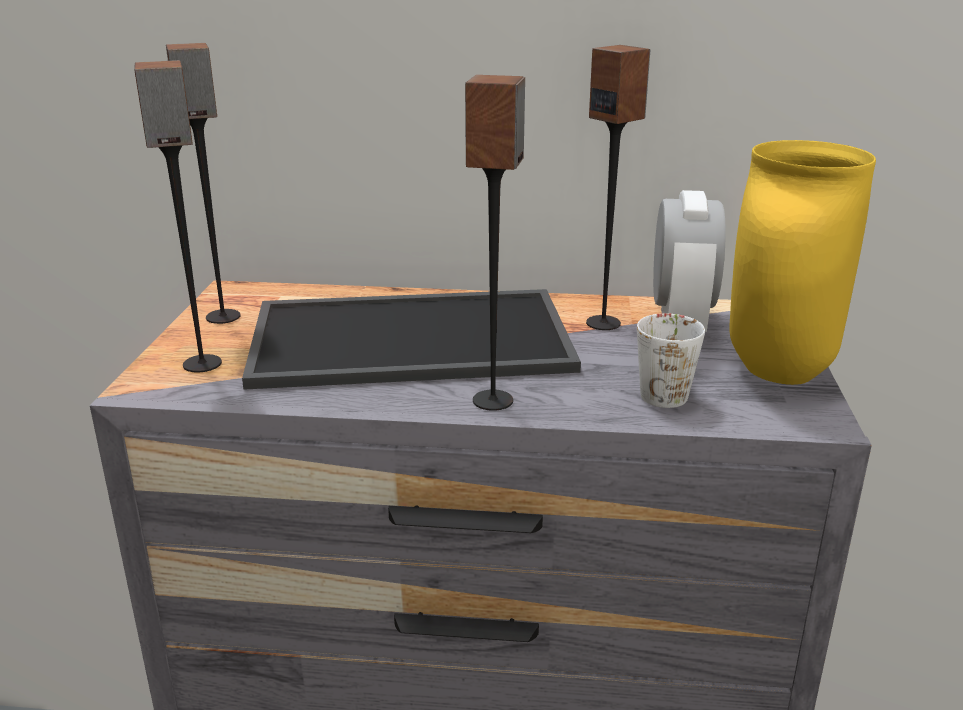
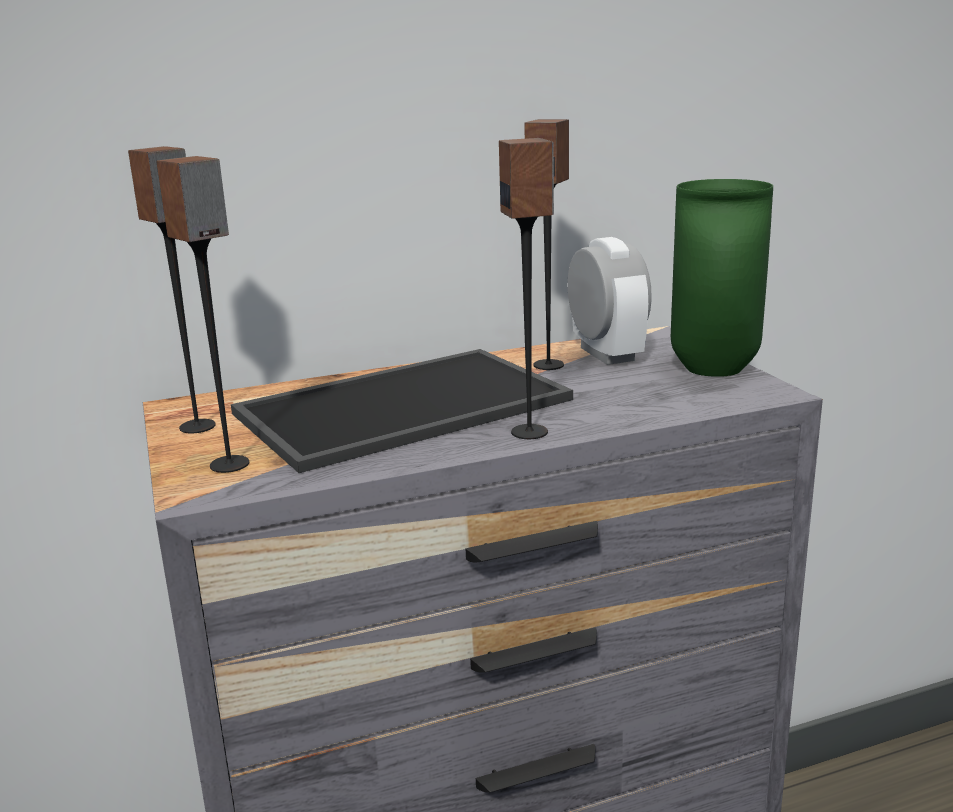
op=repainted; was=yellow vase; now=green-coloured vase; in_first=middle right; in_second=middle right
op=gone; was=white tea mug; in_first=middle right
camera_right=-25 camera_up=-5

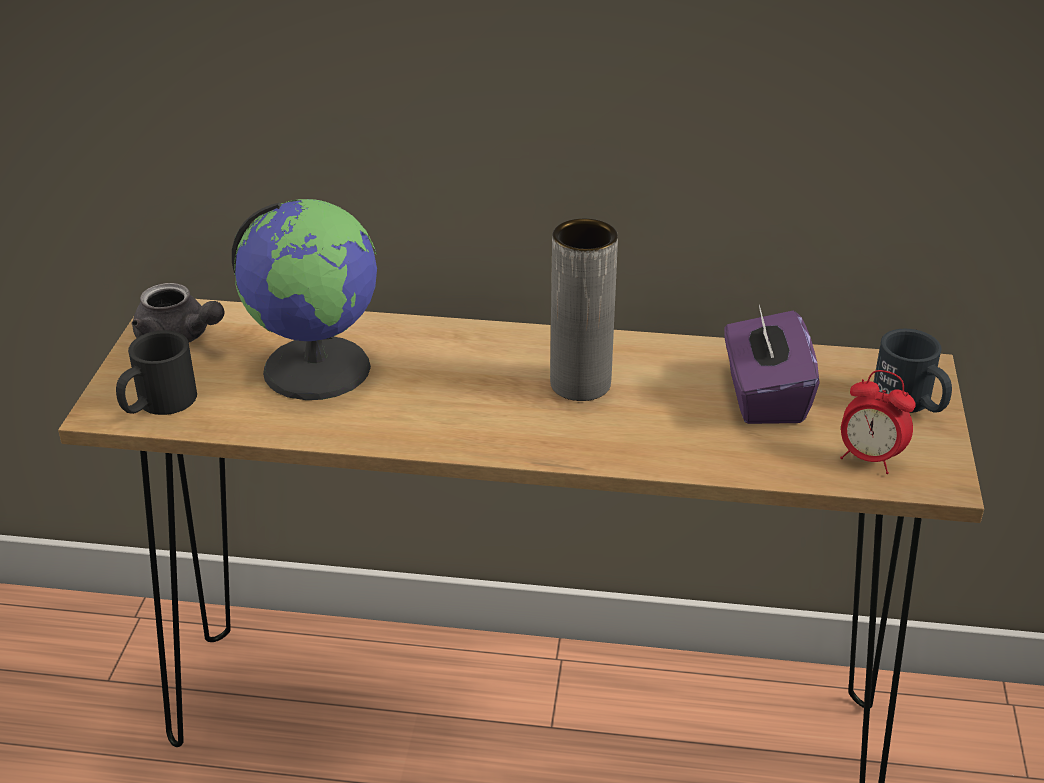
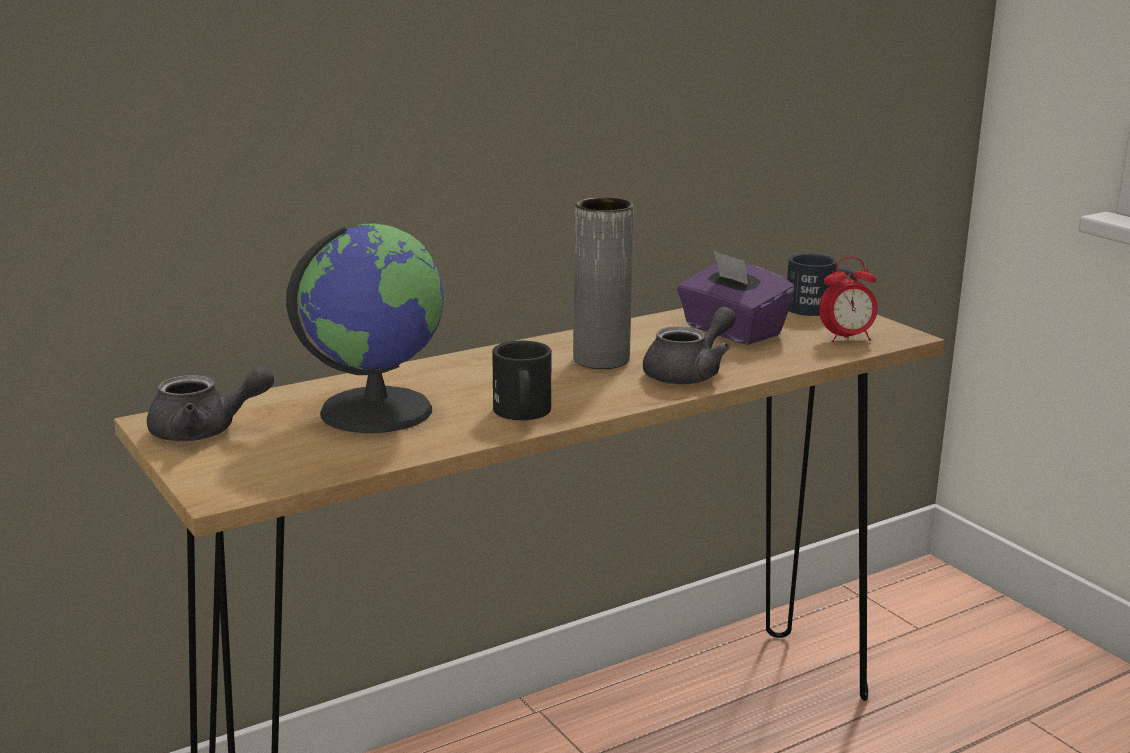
op=shifted; was=black-coloured tea mug (no. 1 from left); in_first=middle left; in_second=centre
op=new; now=gray pot for tea (no. 2 from left); in_second=centre
camera_right=-40 camera_up=-15

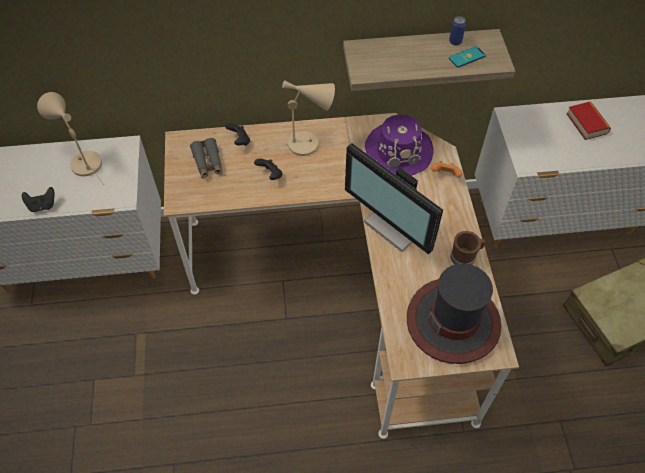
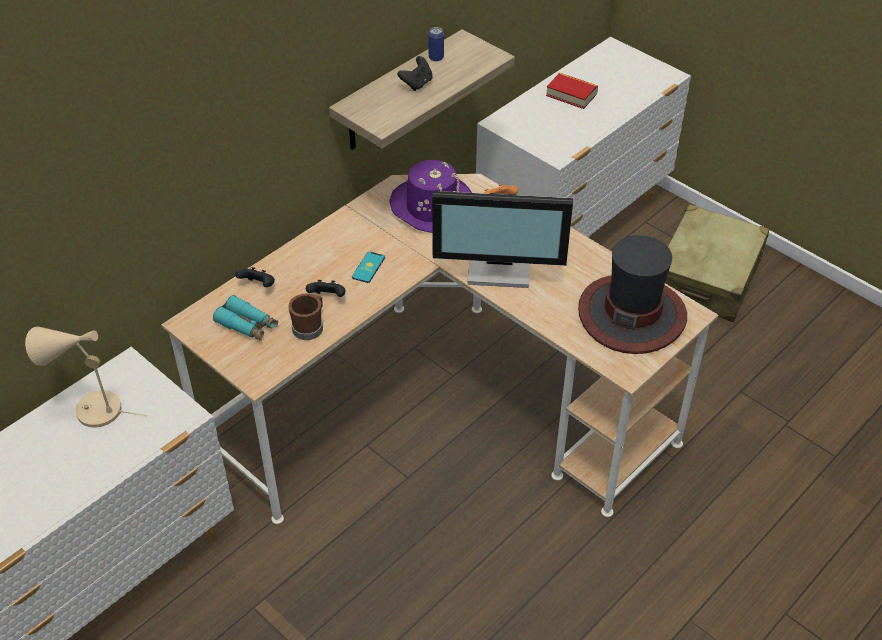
op=shifted; was=telephone; in_first=top right; in_second=centre
op=gone; was=sand-coloured table lamp (no. 2 from left); in_first=top centre
op=repainted; was=gray field glasses; now=blue-green field glasses; in_first=middle left; in_second=middle left
op=shifted; was=black-coloured joypad (no. 1 from left in the first image); now=black-coloured joypad (no. 3 from left); in_first=middle left; in_second=top centre
op=shifted; was=brown-coloured tea mug; in_first=middle right; in_second=centre
camera_right=-40 camera_up=-10

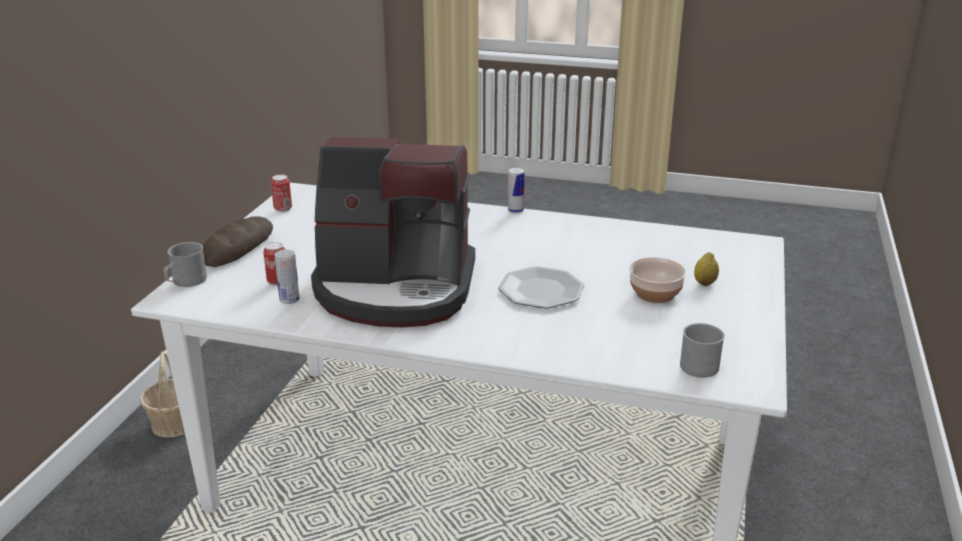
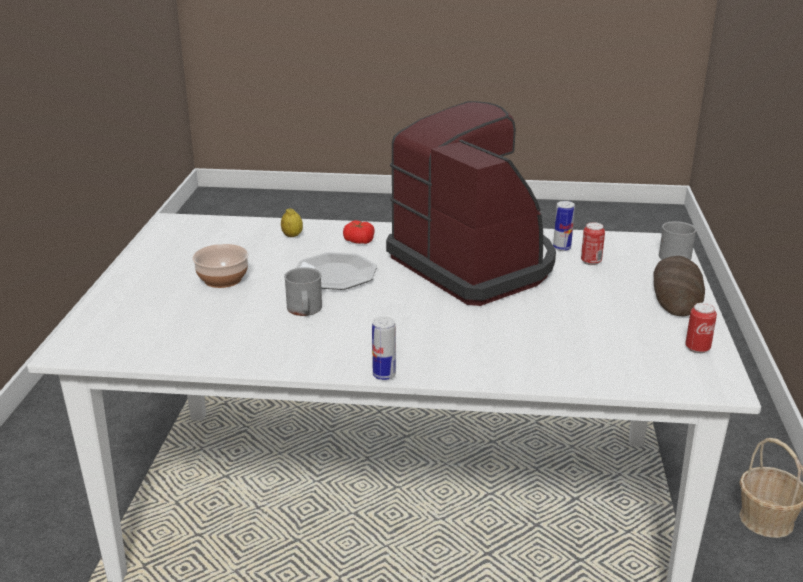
op=rotated; was=coffee machine; in_first=centre; in_second=centre; clockwise=60
op=shifted; was=whole lemon; in_first=middle right; in_second=centre
op=shifted; was=gray tea mug (no. 2 from left in the first image); now=gray tea mug (no. 1 from left); in_first=middle right; in_second=centre
op=new; now=fresh tomato; in_second=centre
camera_right=170 camera_up=0

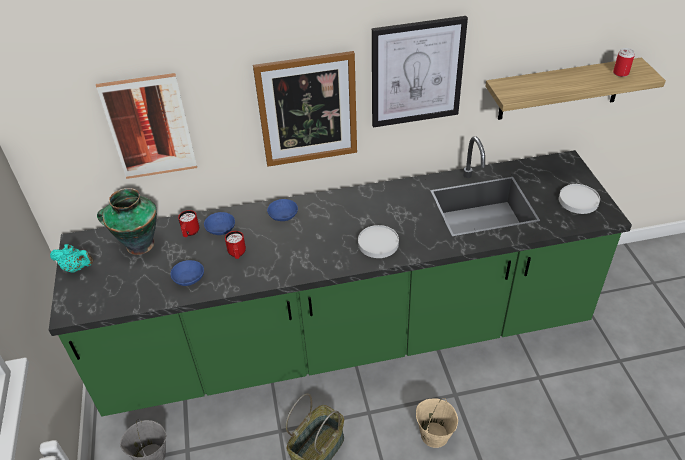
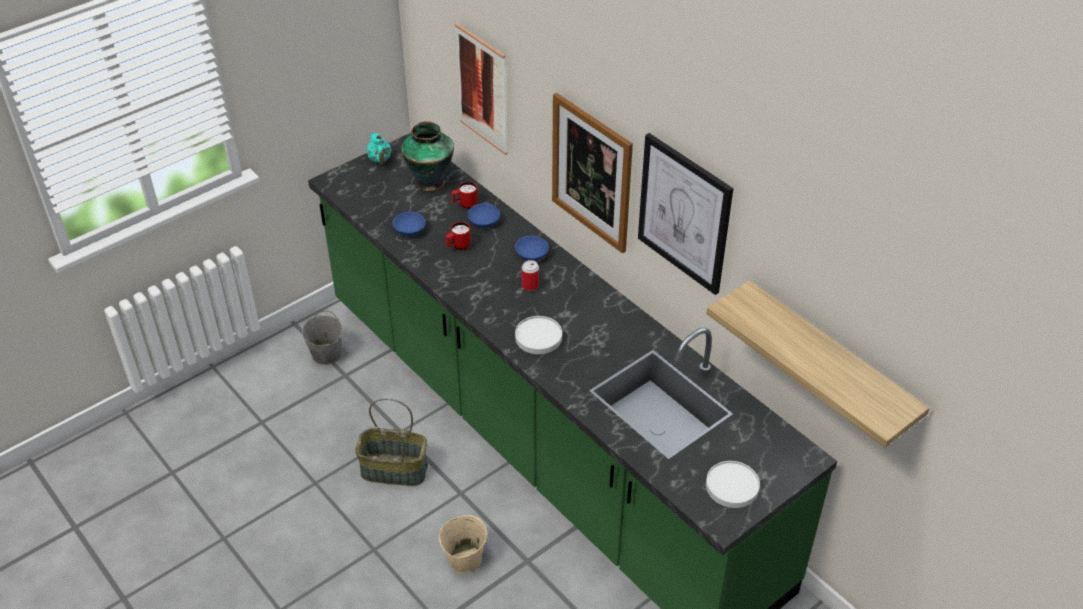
op=shifted; was=sealed can; in_first=top right; in_second=centre
camera_right=60 camera_up=0

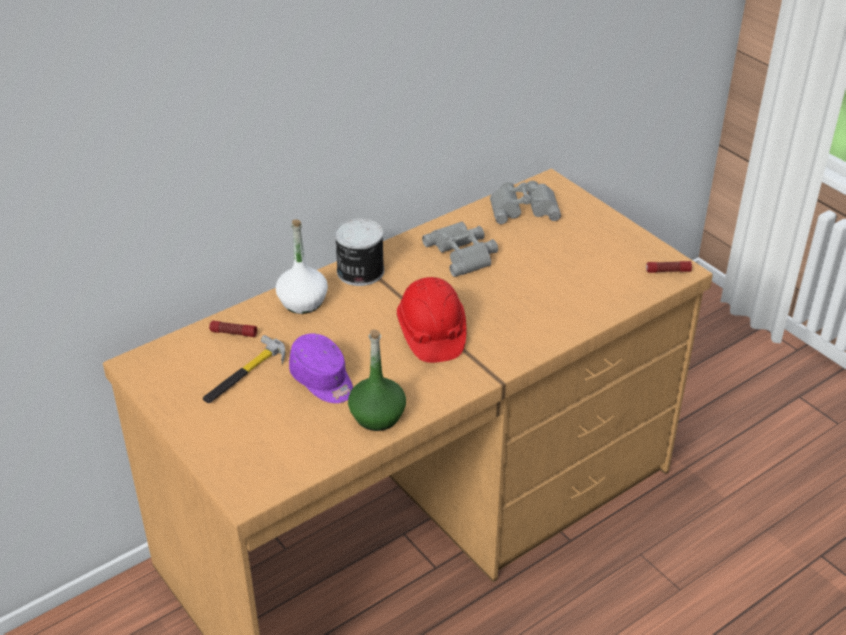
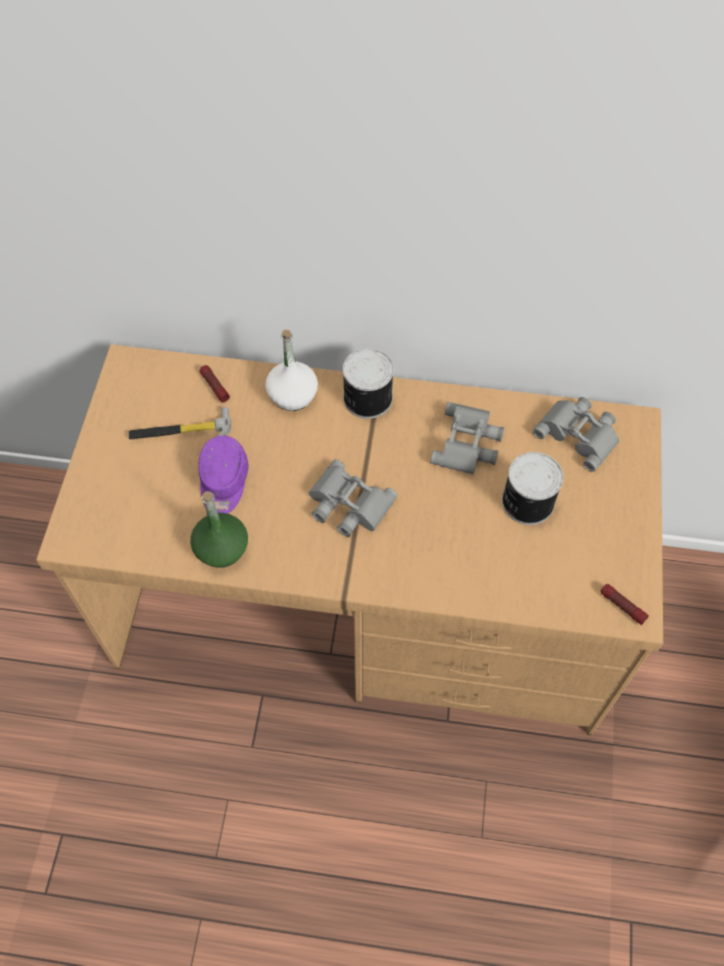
op=swapped; was=reddish hard hat; now=gray field glasses (no. 1 from left); in_first=centre; in_second=centre
op=new; now=sealed can (no. 2 from left); in_second=middle right
camera_right=45 camera_up=20

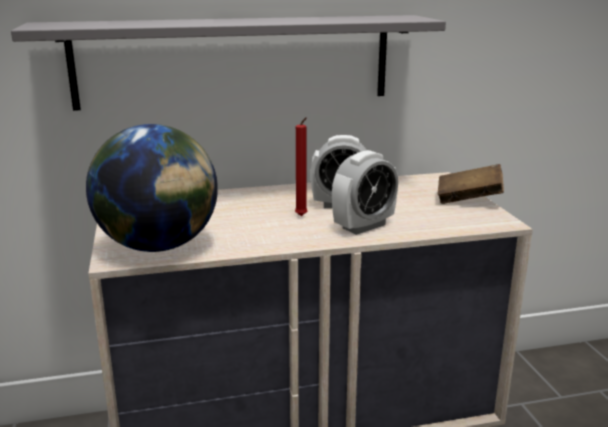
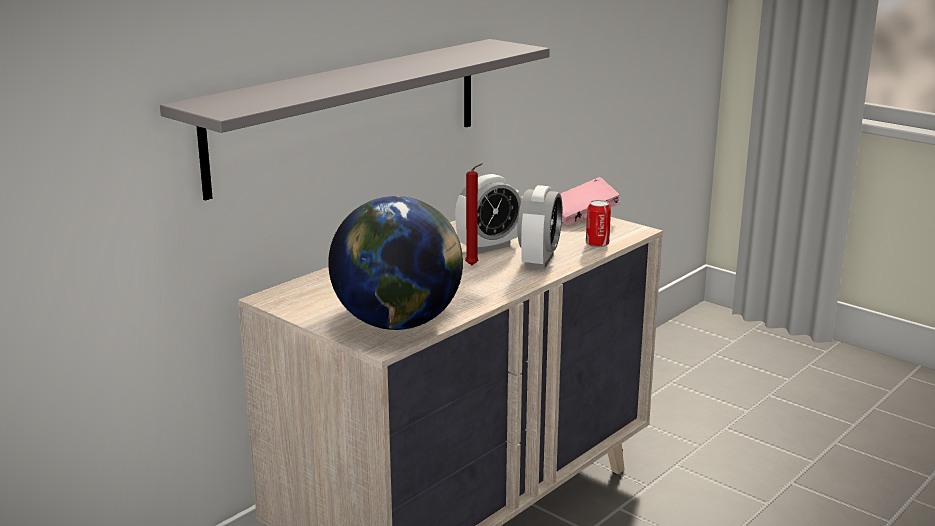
op=repainted; was=brown-coloured volume; now=pink volume; in_first=middle right; in_second=centre
op=new; now=sealed can; in_second=centre
camera_right=-35 camera_up=0

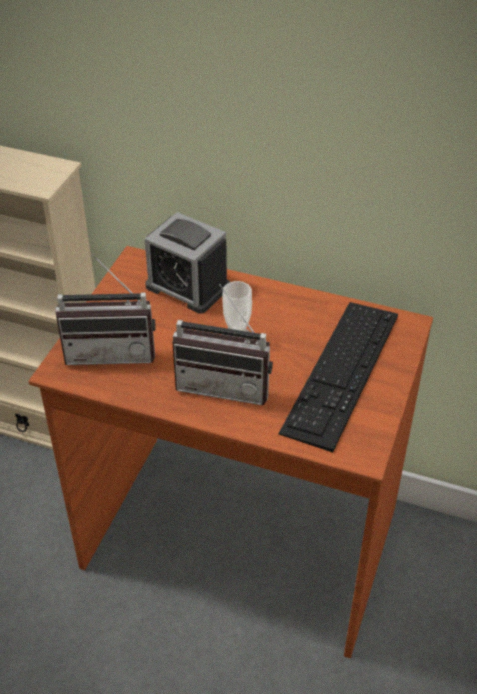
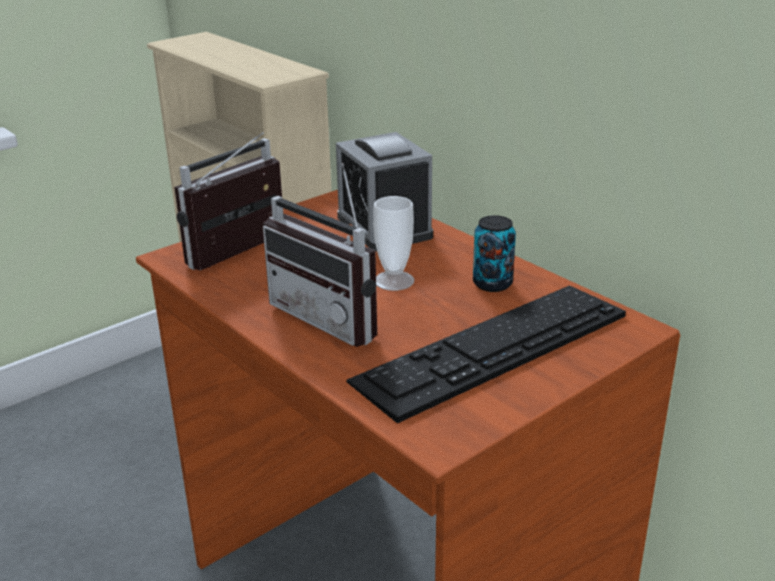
op=rotated; was=radio (no. 1 from left); in_first=middle left; in_second=middle left; clockwise=105
op=new; now=sealed can; in_second=centre
camera_right=30 camera_up=-15

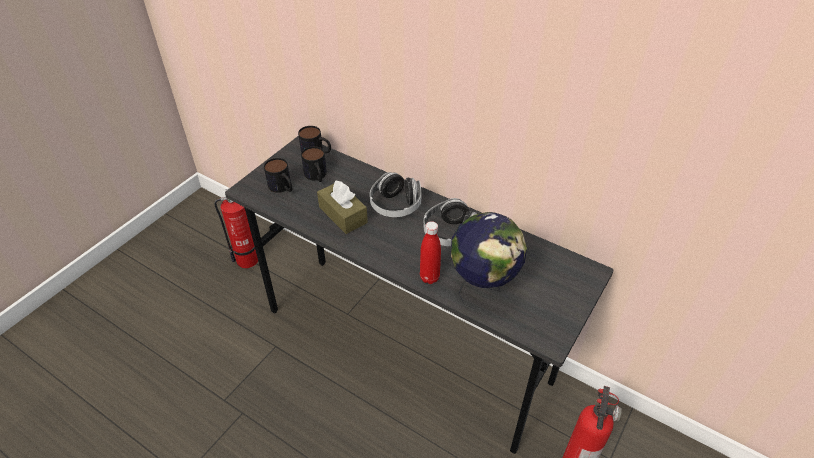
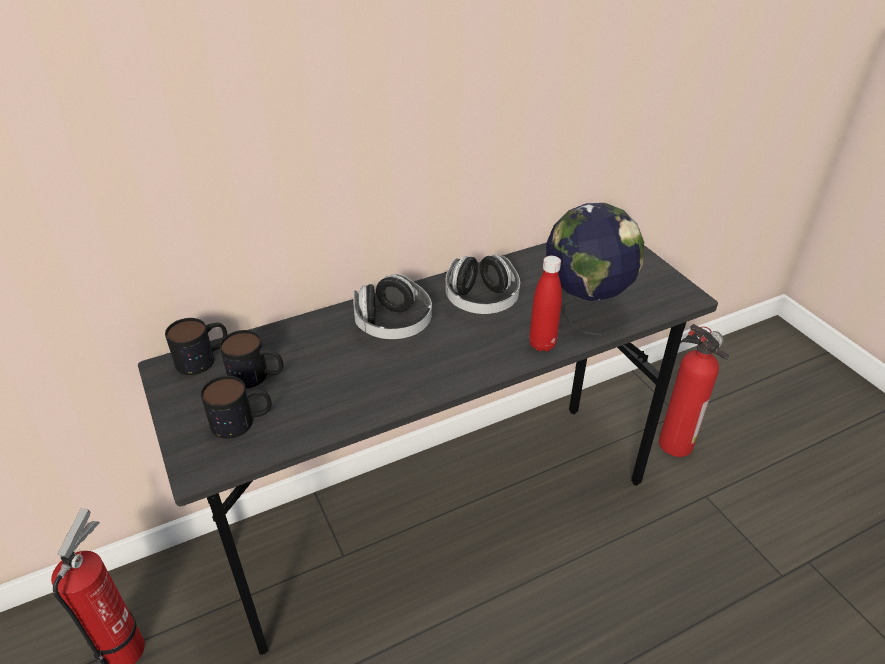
op=gone; was=brown-coloured tissue holder; in_first=centre
camera_right=-60 camera_up=-5

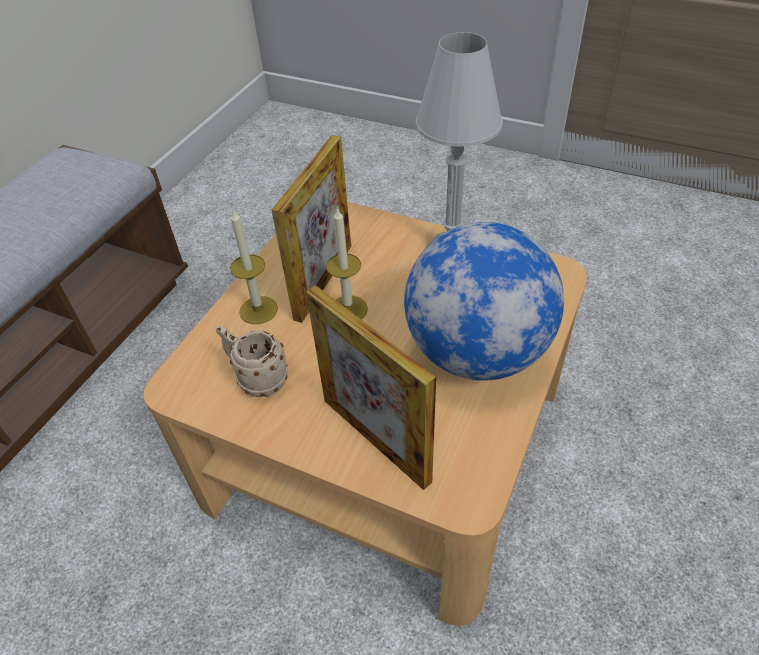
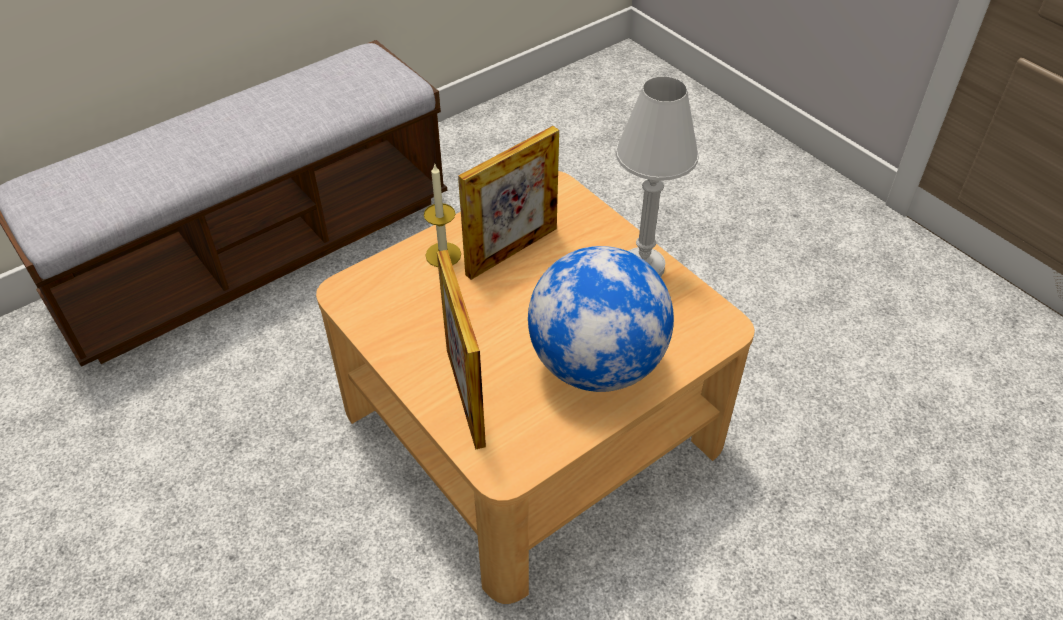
op=gone; was=wax candle (no. 2 from left); in_first=centre
op=gone; was=sand-coloured tea mug; in_first=middle left
camera_right=25 camera_up=0

